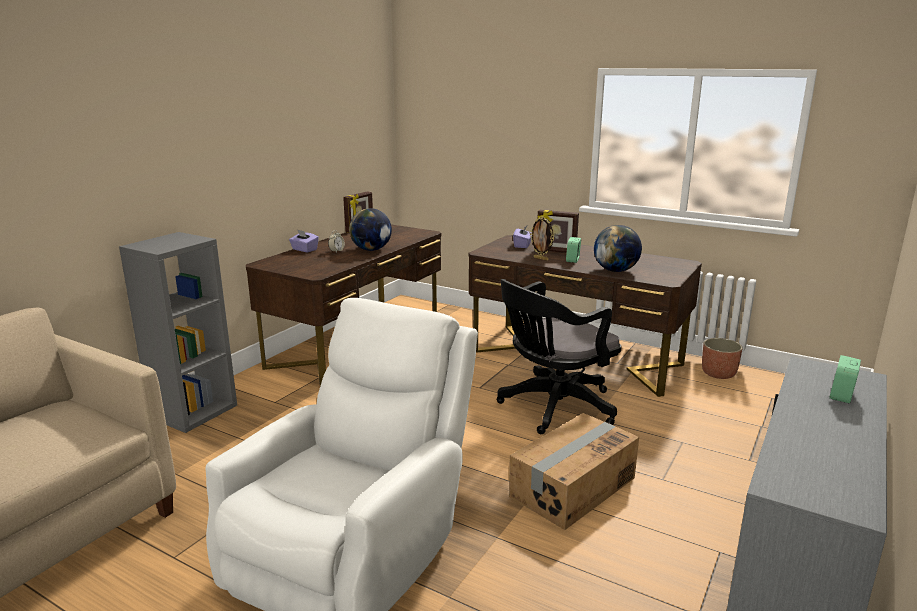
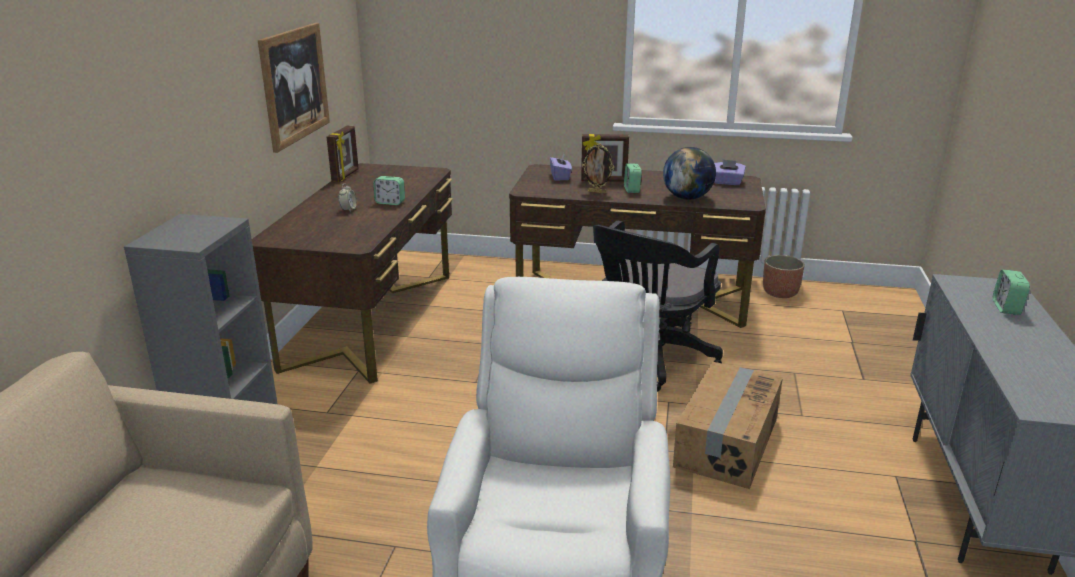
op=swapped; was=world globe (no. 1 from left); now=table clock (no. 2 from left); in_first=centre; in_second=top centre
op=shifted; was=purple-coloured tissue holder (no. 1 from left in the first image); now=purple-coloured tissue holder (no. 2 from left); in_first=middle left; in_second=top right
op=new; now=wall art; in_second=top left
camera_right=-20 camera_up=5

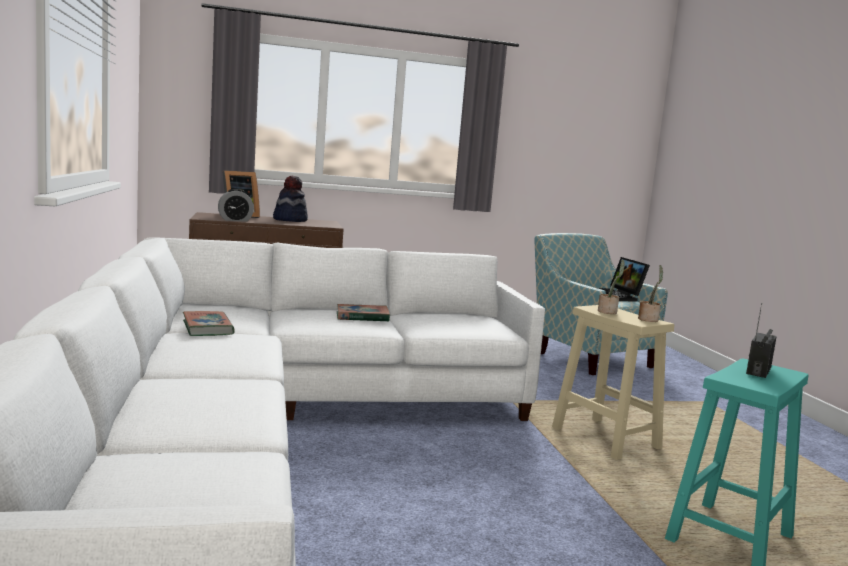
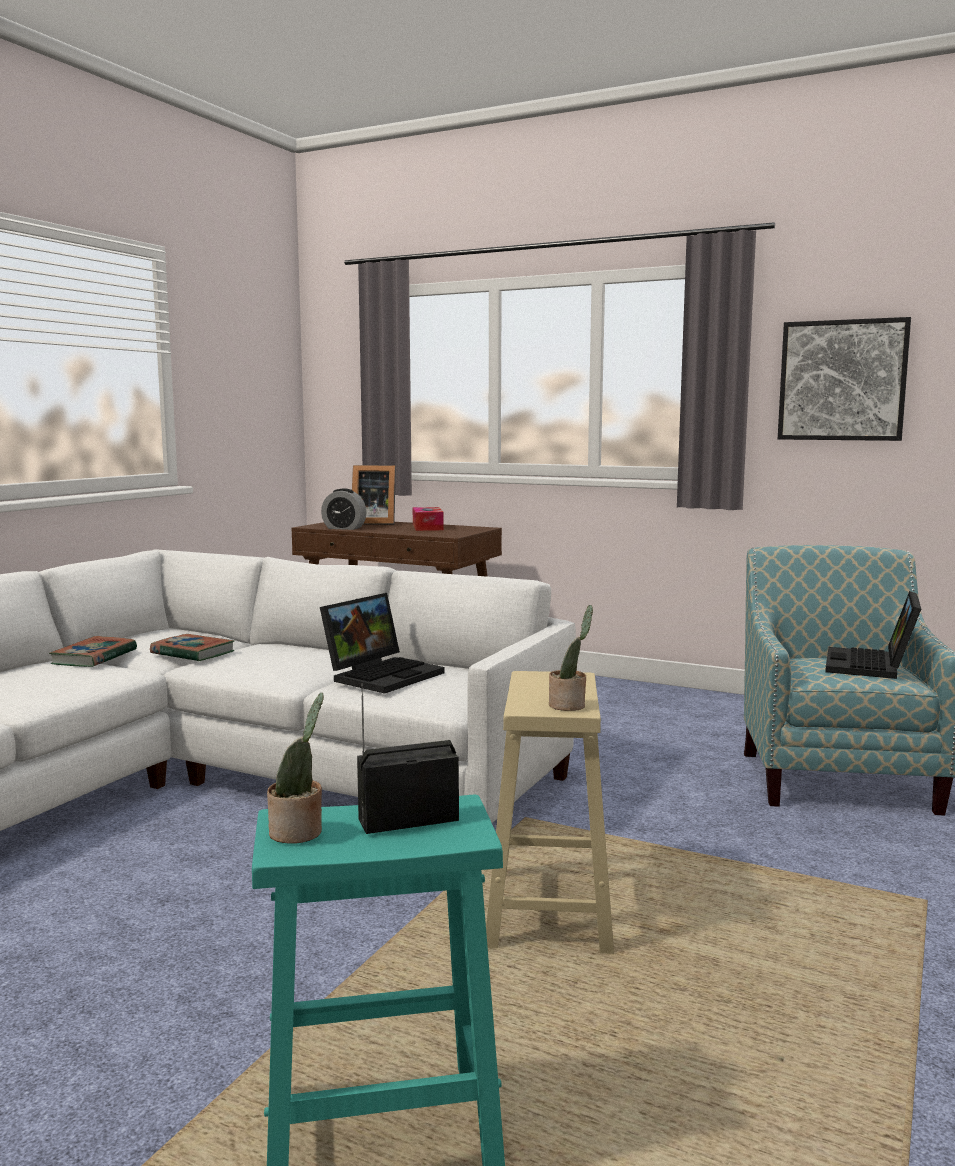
op=swapped; was=hat; now=tissue holder; in_first=centre; in_second=centre
op=shifted; was=plant in a pot (no. 1 from left); in_first=middle right; in_second=middle left
op=shifted; was=volume (no. 2 from left); in_first=centre; in_second=middle left
op=new; now=wall art; in_second=top right
op=new; now=portable computer (no. 1 from left); in_second=centre
camera_right=40 camera_up=0

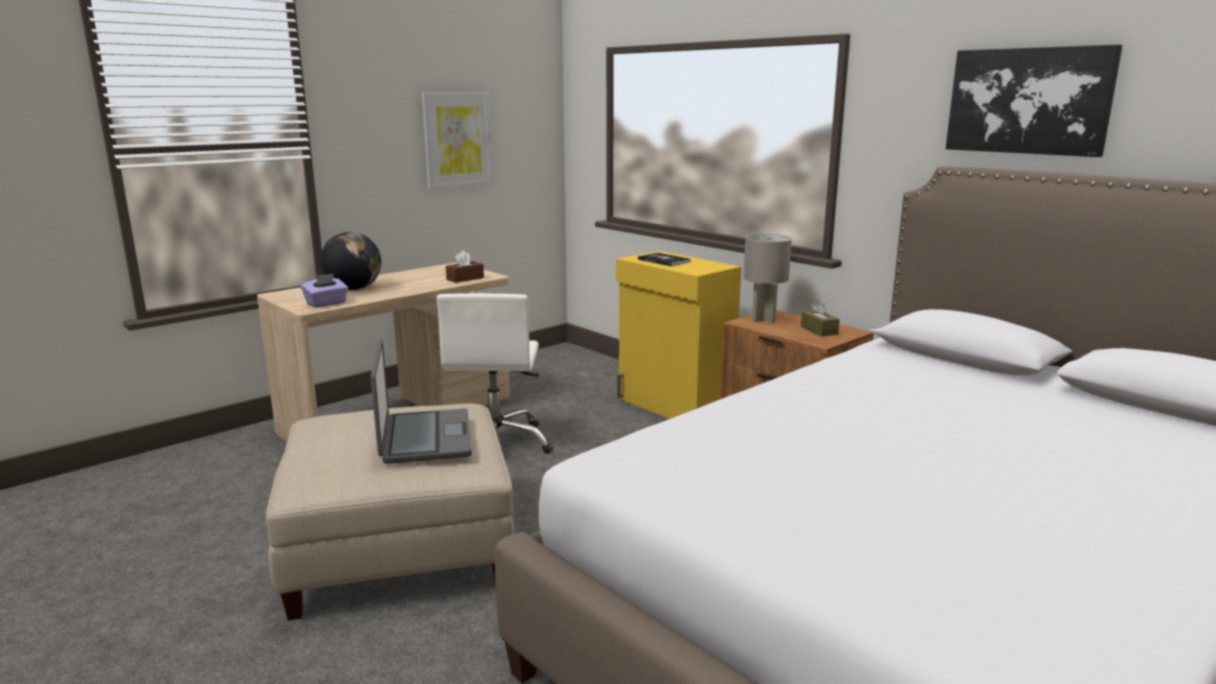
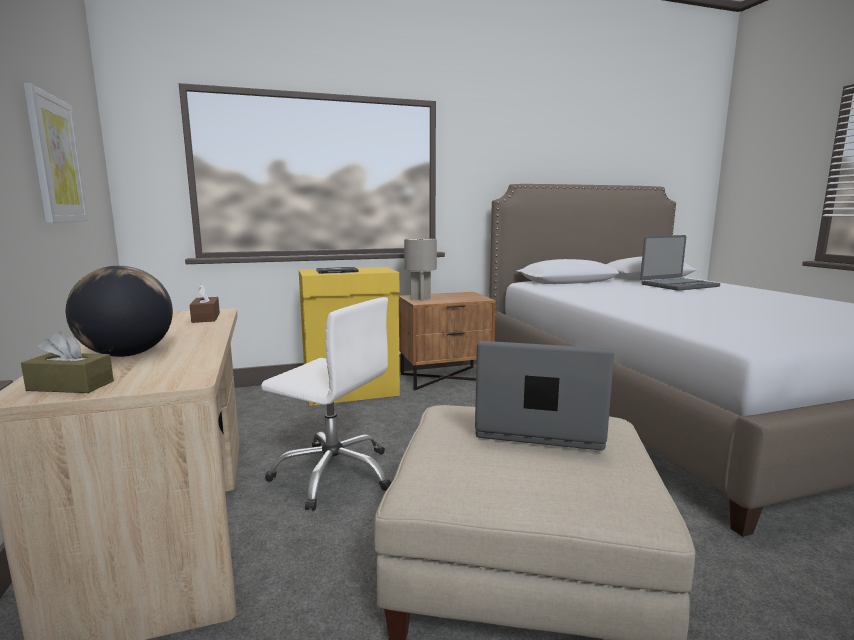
op=gone; was=wall art (no. 2 from left); in_first=top right
op=gone; was=purple-coloured tissue holder; in_first=middle left
op=shifted; was=brown-coloured tissue holder (no. 2 from left in the first image); now=brown-coloured tissue holder (no. 1 from left); in_first=middle right; in_second=middle left
op=new; now=portable computer (no. 2 from left); in_second=middle right
camera_right=-65 camera_up=-5

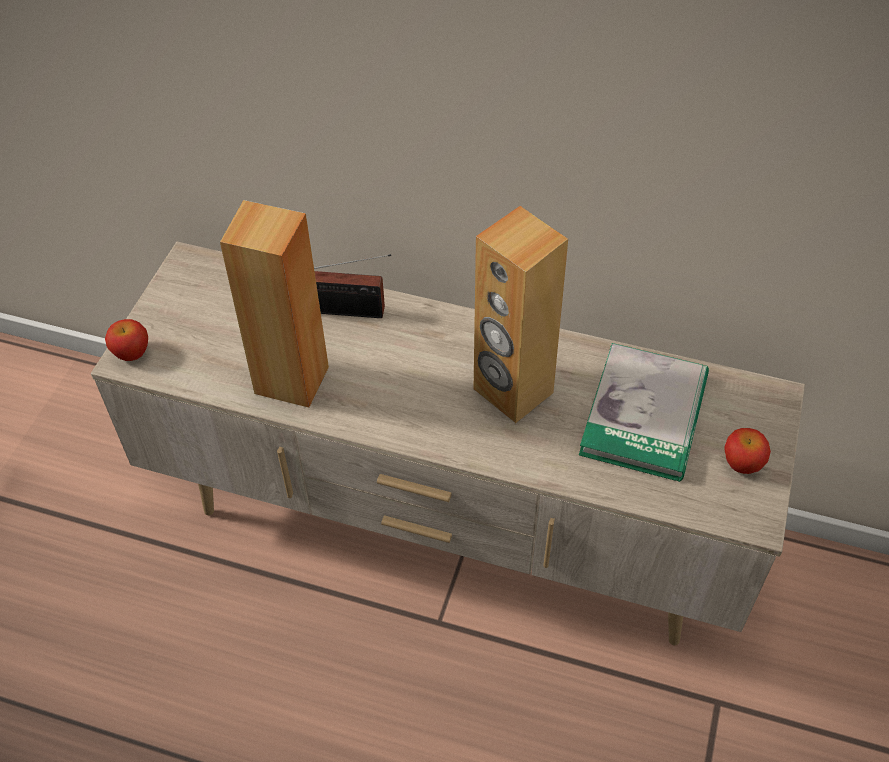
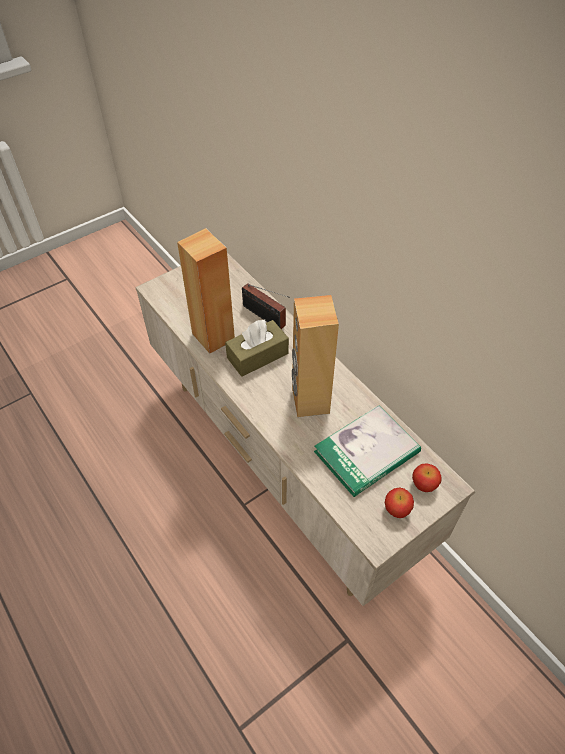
op=shifted; was=whole apple (no. 1 from left in the first image); now=whole apple (no. 2 from left); in_first=middle left; in_second=middle right
op=new; now=brown-coloured tissue holder; in_second=centre
camera_right=35 camera_up=0

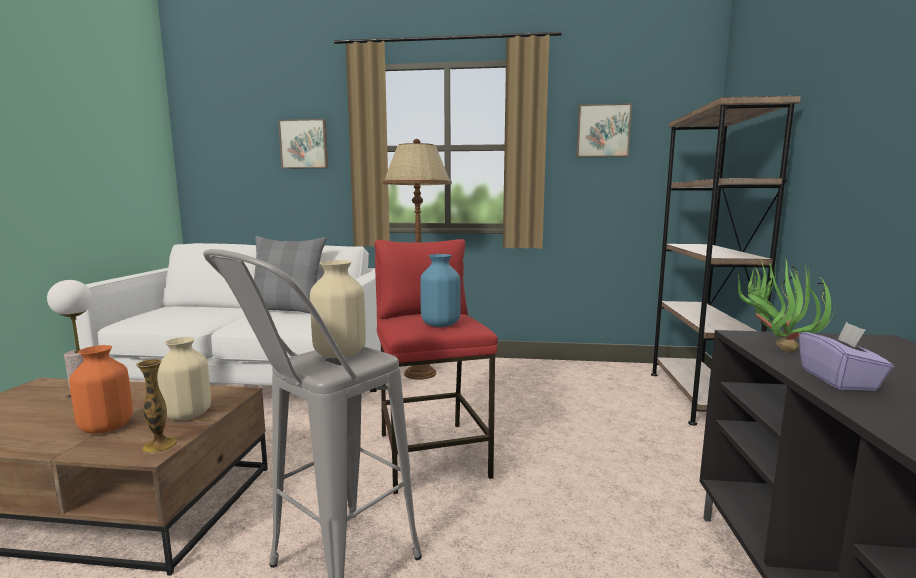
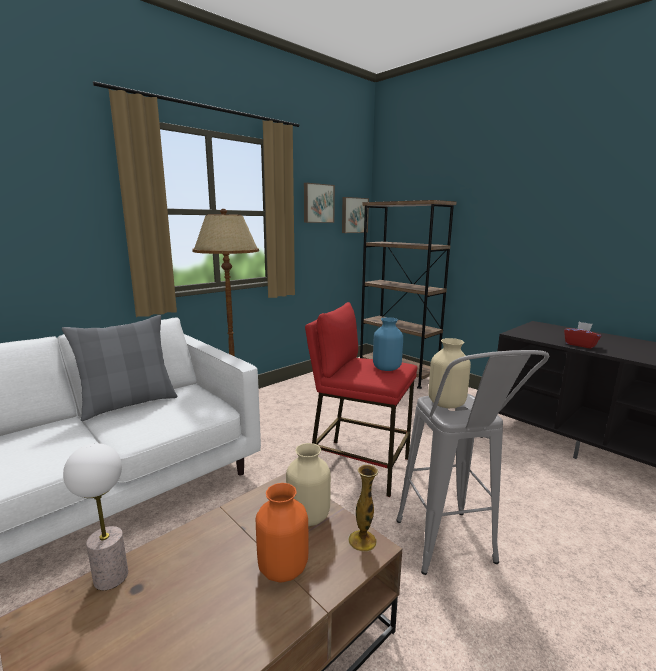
op=shifted; was=wall art (no. 1 from left in the first image); now=wall art (no. 2 from left); in_first=top left; in_second=top centre
op=gone; was=plant in a pot; in_first=middle right
op=repainted; was=purple-coloured tissue holder; now=reddish tissue holder; in_first=middle right; in_second=middle right
camera_right=-50 camera_up=5

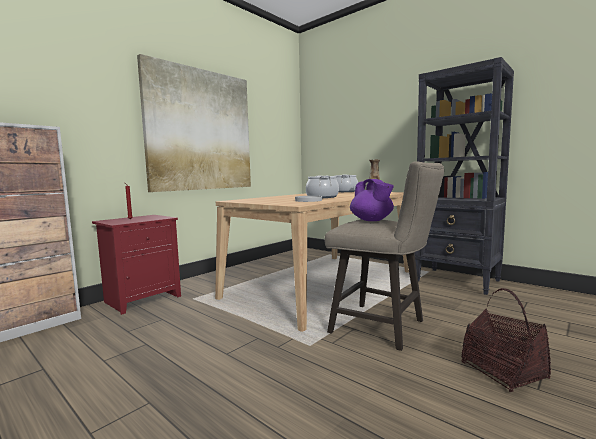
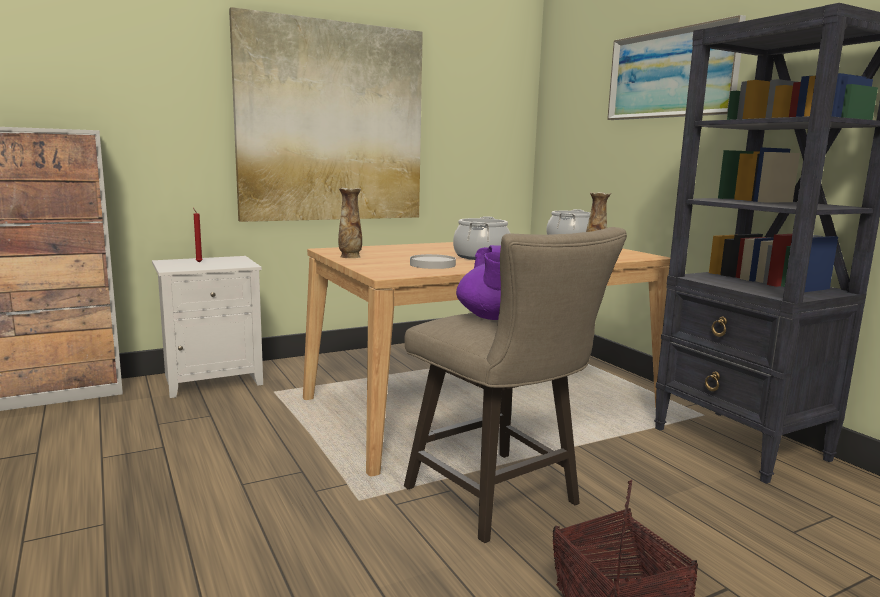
op=repainted; was=reddish bedside table; now=white bedside table; in_first=middle left; in_second=middle left
op=new; now=wall art (no. 2 from left); in_second=top right
op=new; now=vase (no. 1 from left); in_second=centre
camera_right=20 camera_up=5

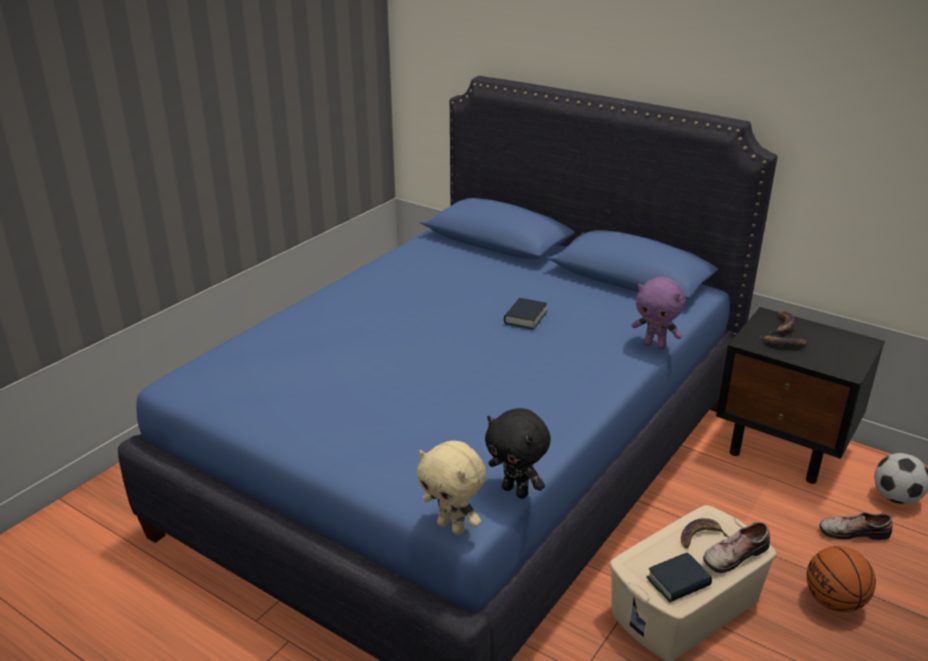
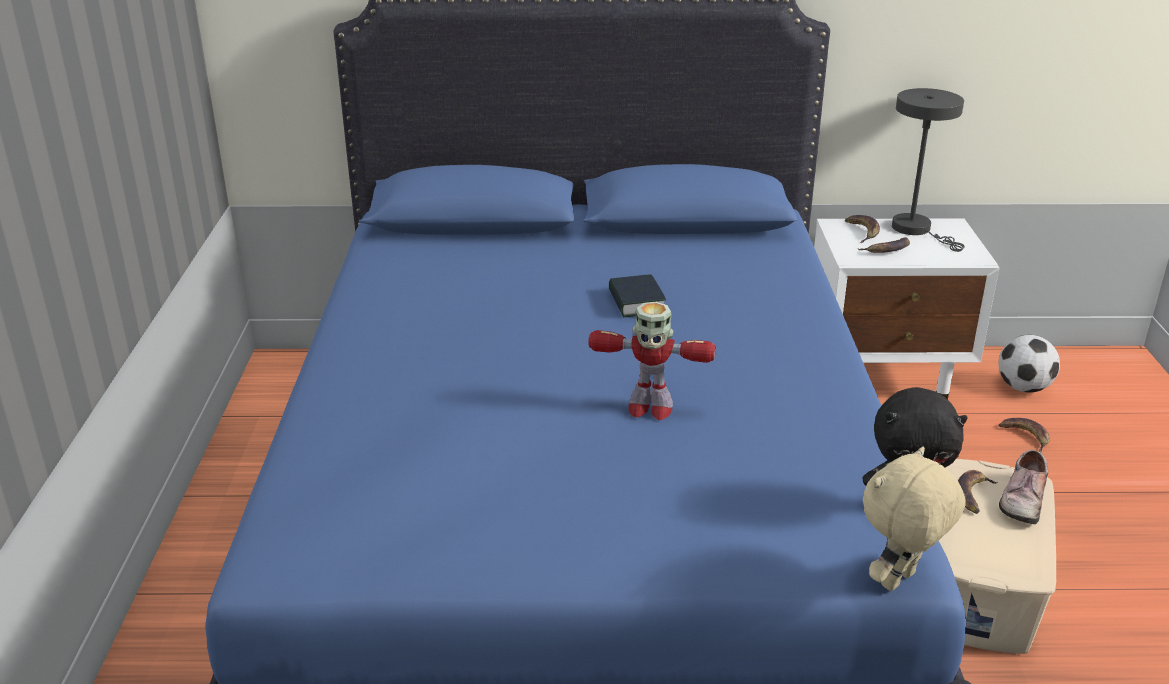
op=gone; was=purple-coloured cuddly toy; in_first=middle right
op=repainted; was=black-coloured bedside table; now=white bedside table; in_first=middle right; in_second=middle right
op=rotated; was=sand-coloured cuddly toy; in_first=bottom centre; in_second=bottom right; clockwise=135
op=swapped; was=shoe (no. 2 from left); now=banana fruit (no. 4 from left); in_first=bottom right; in_second=middle right
op=gone; was=basketball; in_first=bottom right
op=gone; was=volume (no. 2 from left); in_first=bottom right
op=new; now=gray table lamp; in_second=top right
op=new; now=robot figure; in_second=centre
camera_right=-35 camera_up=0

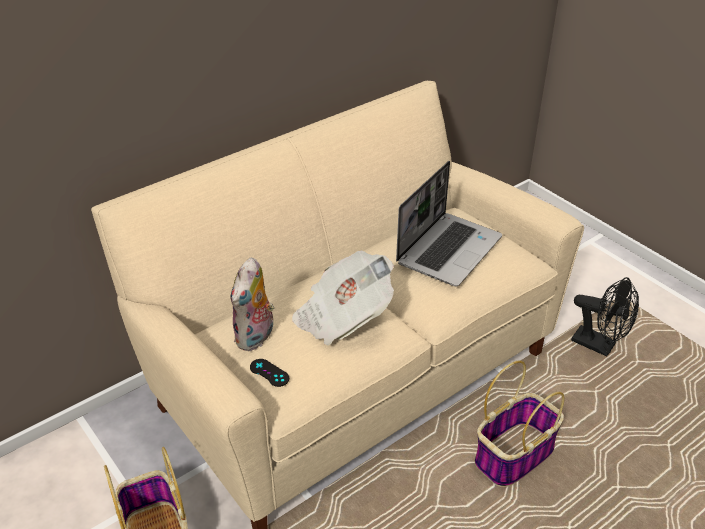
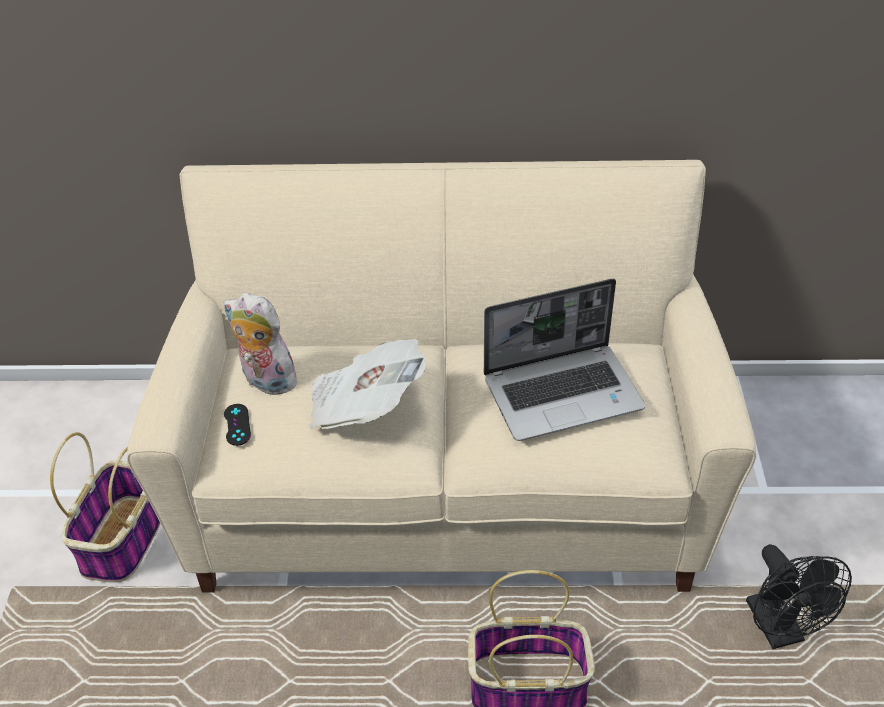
op=rotated; was=cuddly toy; in_first=centre; in_second=middle left; clockwise=60
camera_right=40 camera_up=5

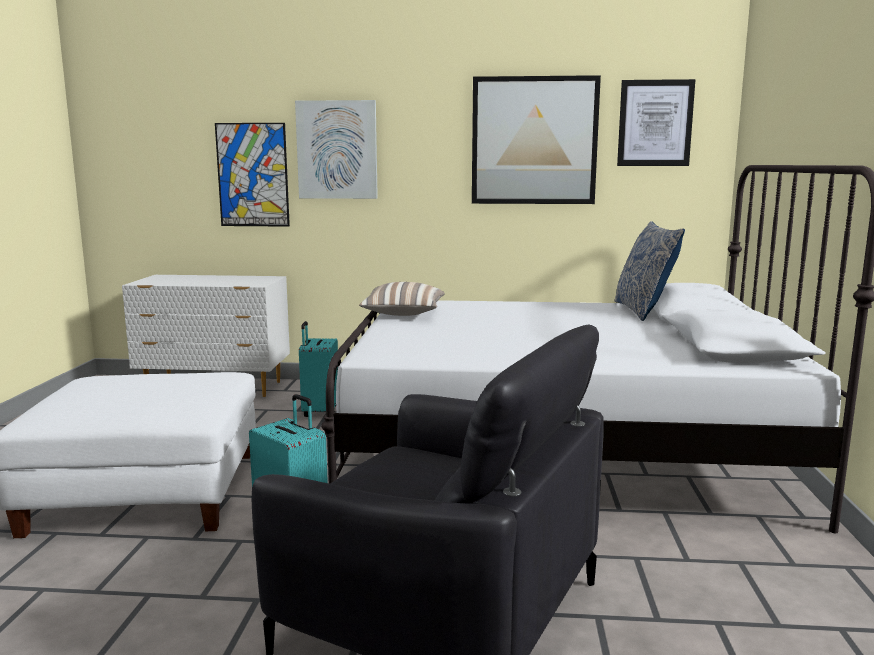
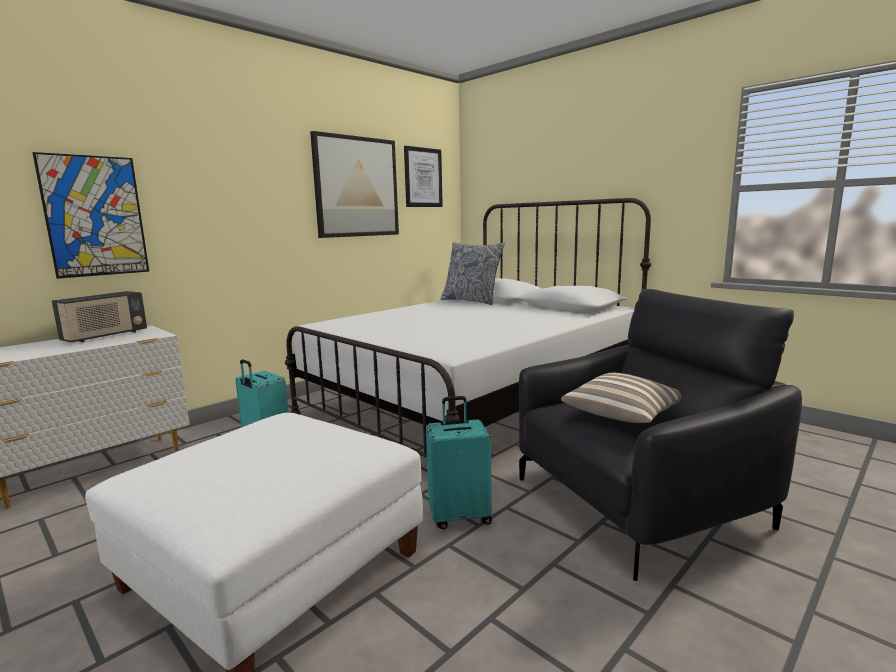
op=gone; was=wall art (no. 2 from left); in_first=top centre
op=shifted; was=cushion (no. 1 from left in the first image); now=cushion (no. 2 from left); in_first=centre; in_second=middle right
op=new; now=radio; in_second=middle left
camera_right=-50 camera_up=0

